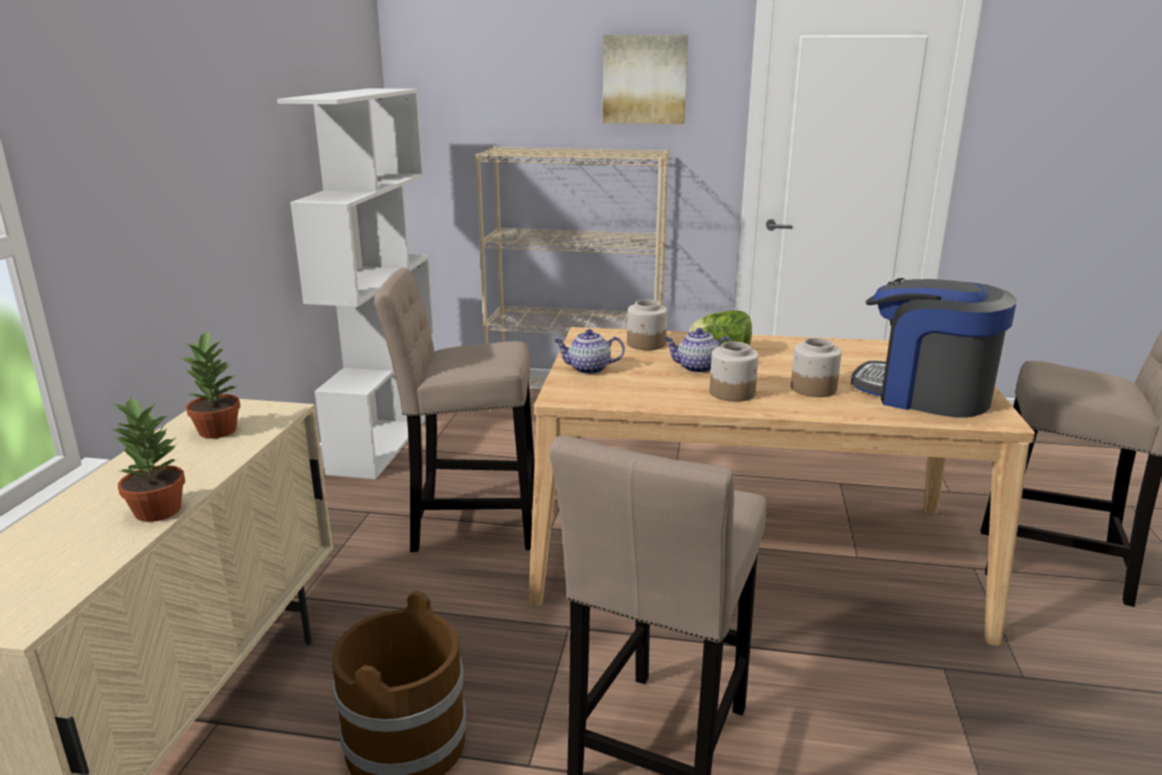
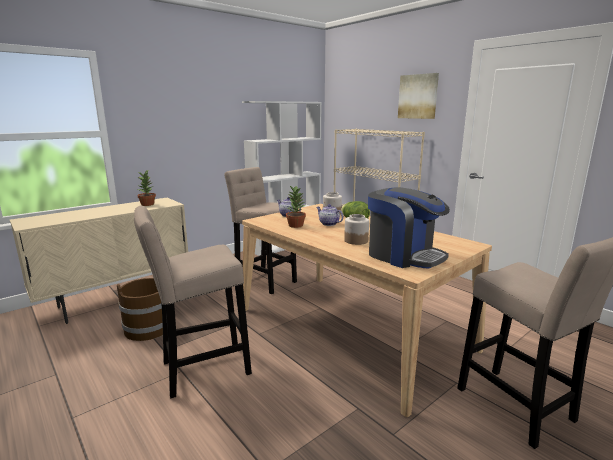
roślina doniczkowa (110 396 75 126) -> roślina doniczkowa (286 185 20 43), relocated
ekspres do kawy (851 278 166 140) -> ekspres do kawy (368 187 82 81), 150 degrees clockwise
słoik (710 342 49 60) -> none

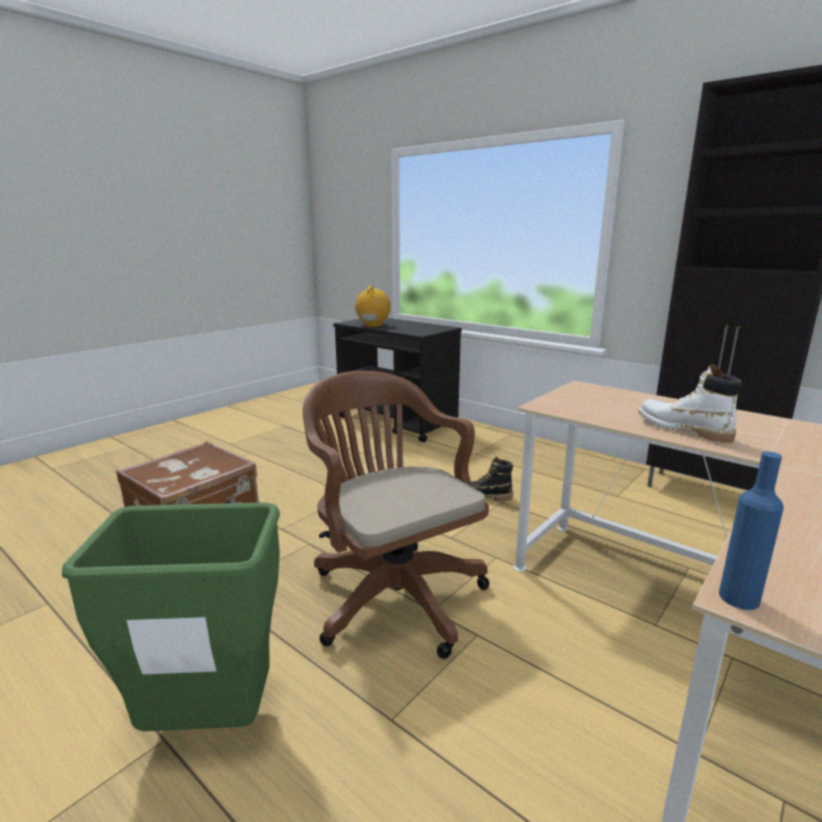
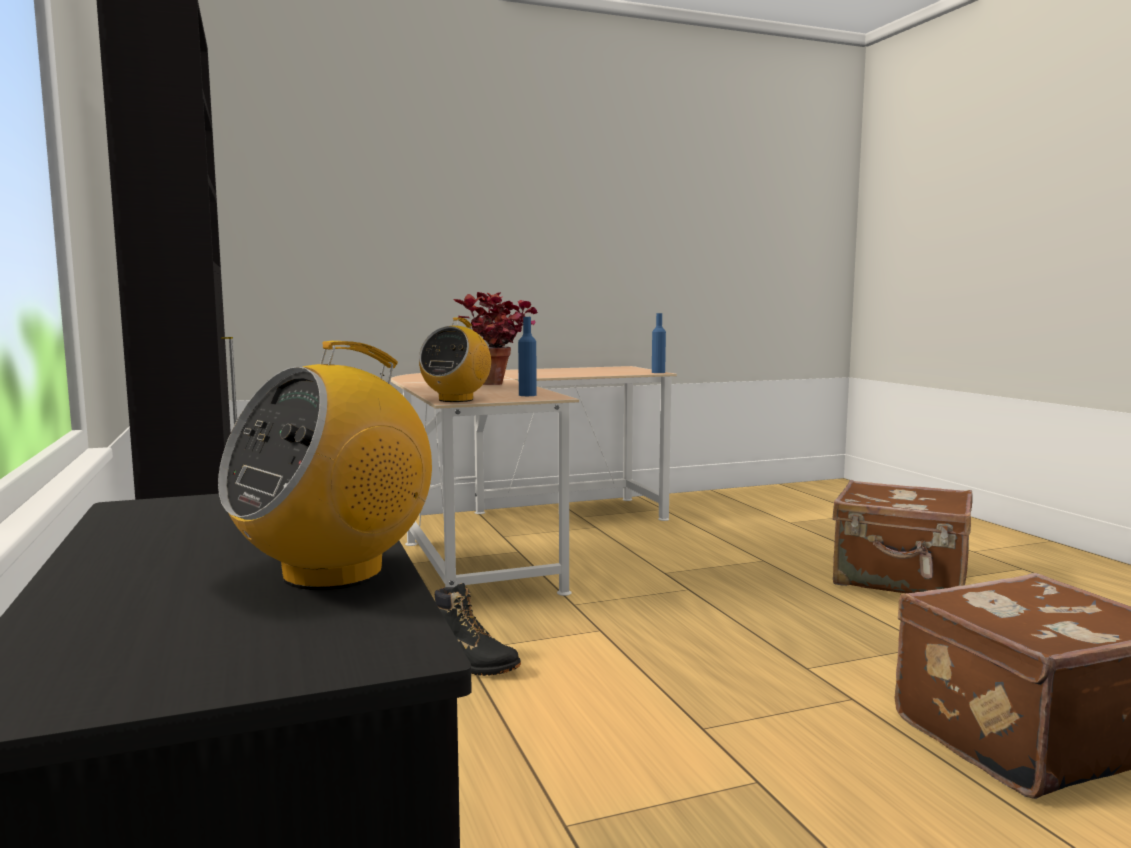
none -> radio (419 318 72 84)
but z cholewką (biały) (638 364 104 79) -> roślina doniczkowa (453 292 85 93)
none -> butelka (niebieski) (518 317 19 79)
kosz na śmieci (zielony) (62 502 218 229) -> walizka (brązowy) (832 480 140 113)
krzesło biurowe (brązowy) (303 371 187 288) -> none

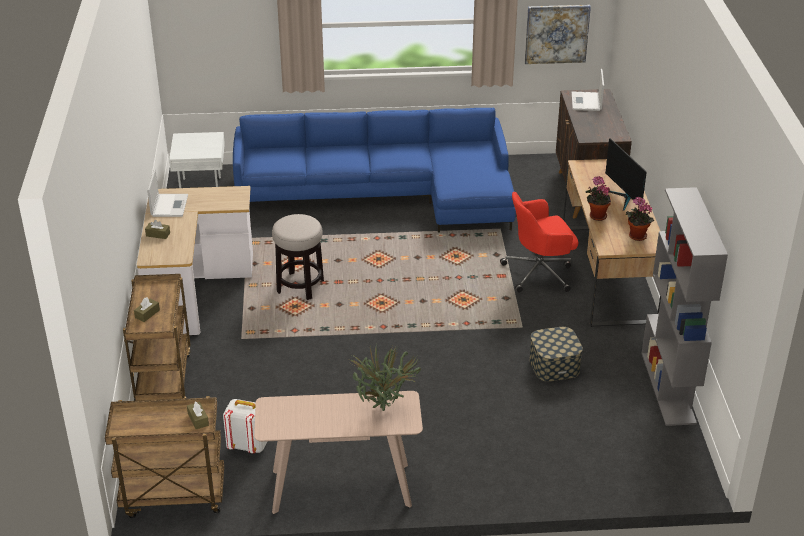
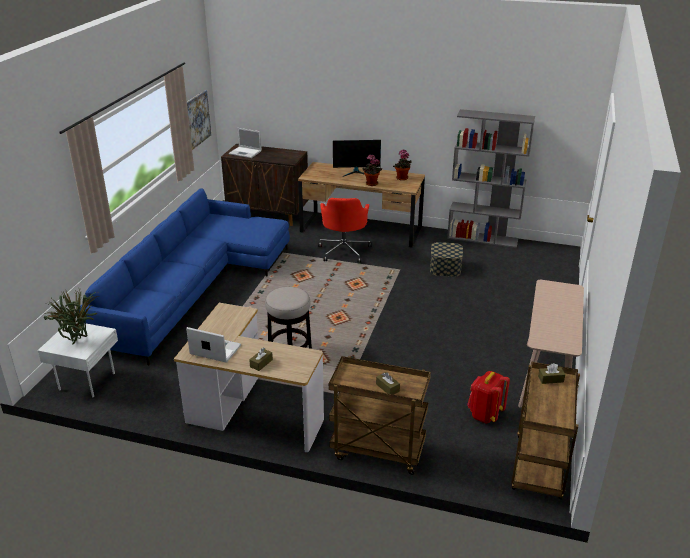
roślina doniczkowa (348 345 73 66) -> roślina doniczkowa (44 289 54 55), relocated
plecak (biały) (223 399 44 54) -> plecak (czerwony) (467 371 43 53)

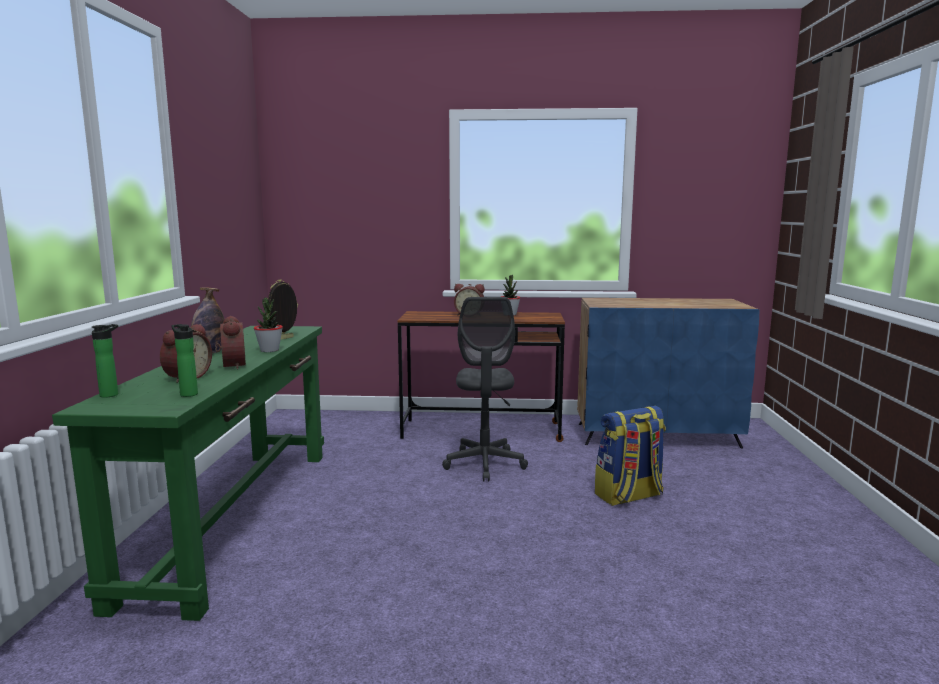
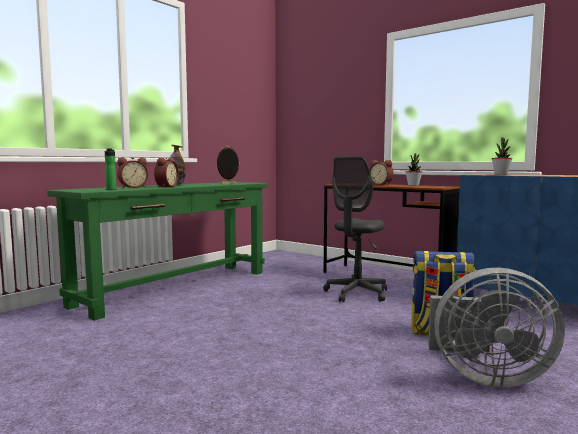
none -> wentylator (szary) (428 268 137 119)
roślina doniczkowa (254 297 29 55) -> roślina doniczkowa (492 137 20 38), relocated
butelka (91 324 27 74) -> none

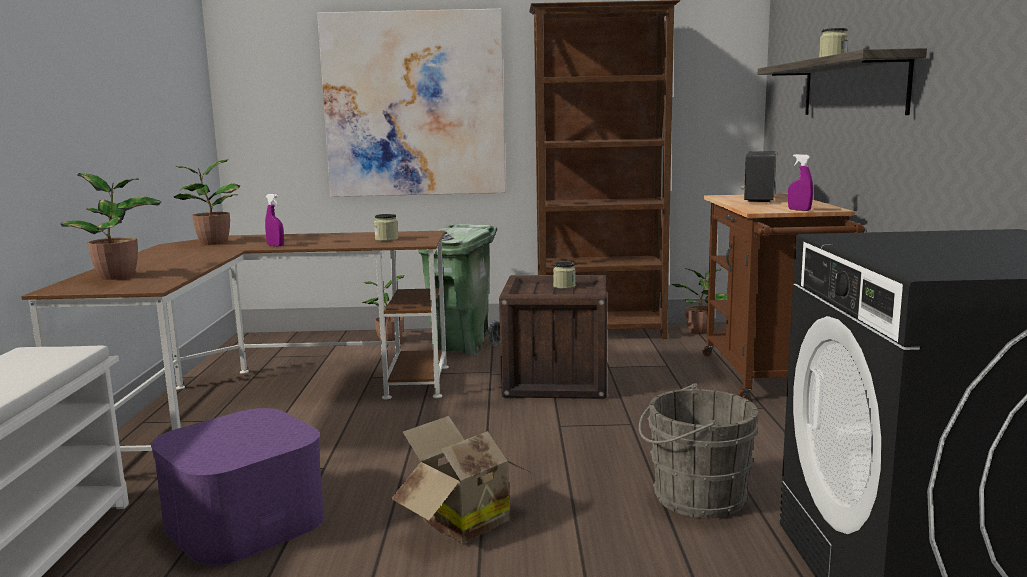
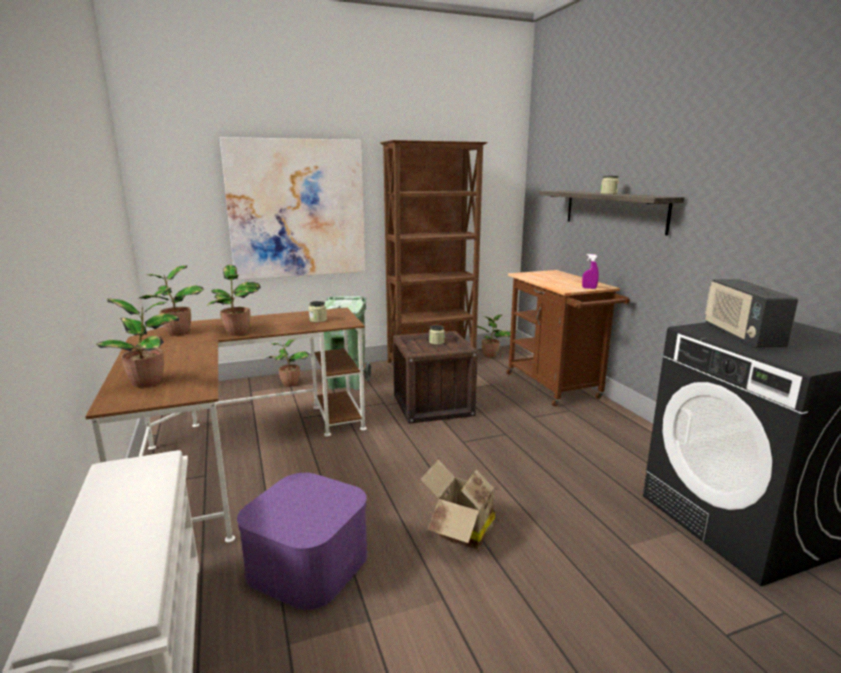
spryskiwacz (fioletowy) (265 194 19 53) -> roślina doniczkowa (206 265 54 71)
radio (741 151 35 51) -> radio (705 279 93 68), relocated
wiadro (szary) (639 384 119 134) -> none

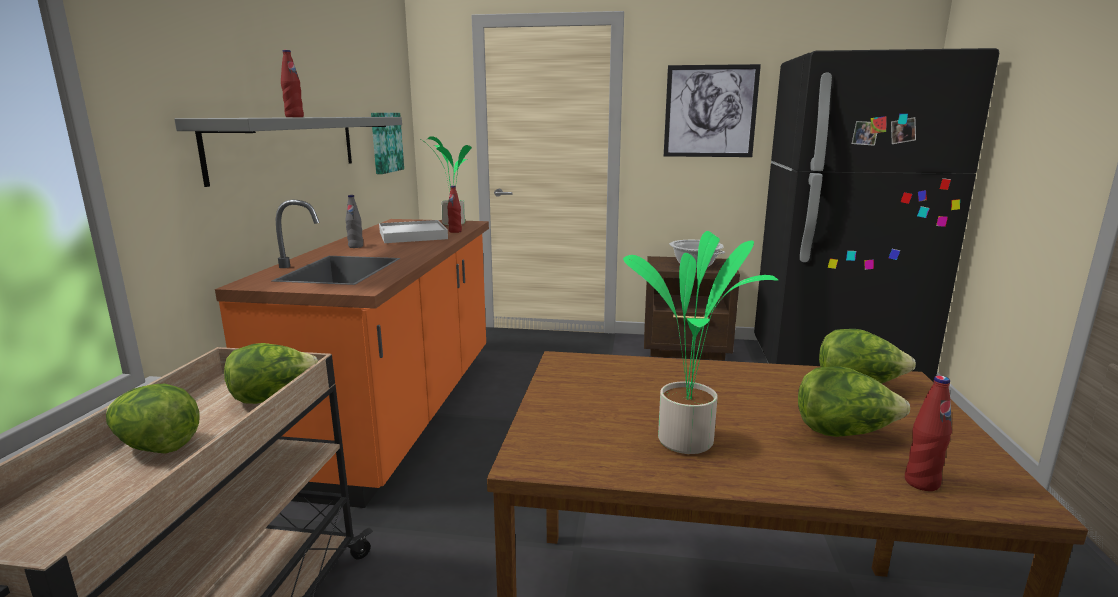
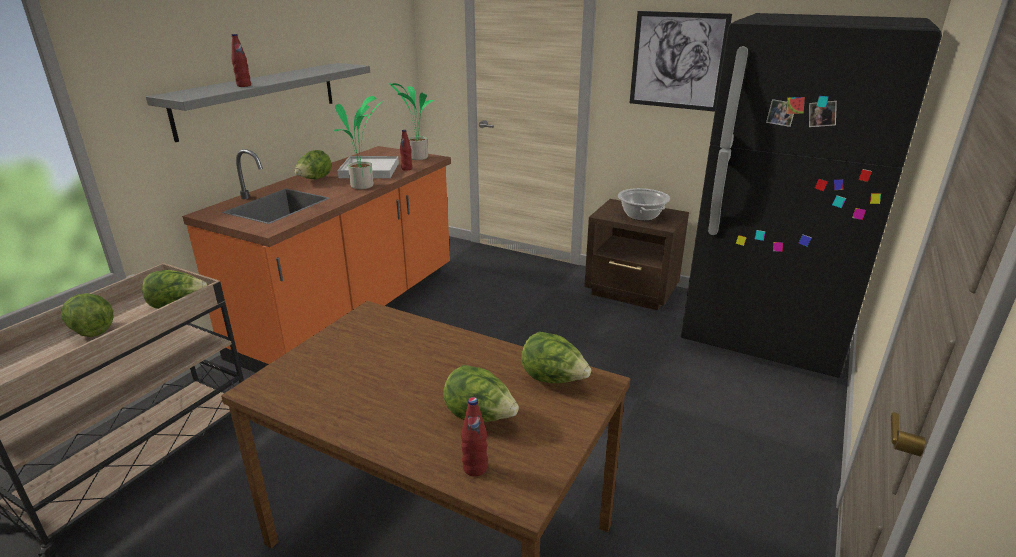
butelka (szary) (346 195 17 53) -> sałata (294 150 37 29)
roślina doniczkowa (623 231 155 223) -> roślina doniczkowa (334 96 49 93), relocated
obraz (371 113 33 61) -> none

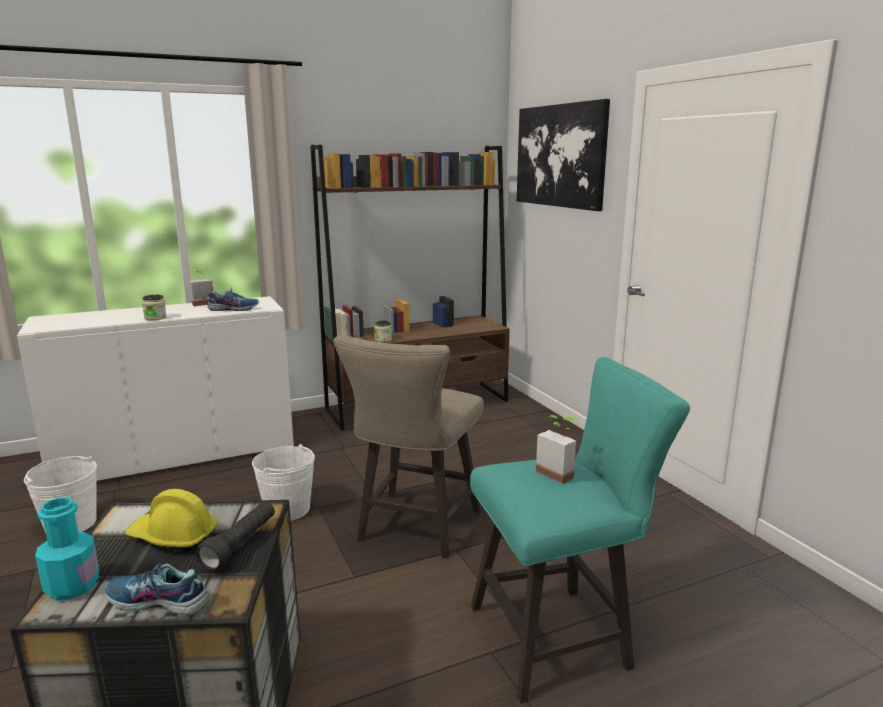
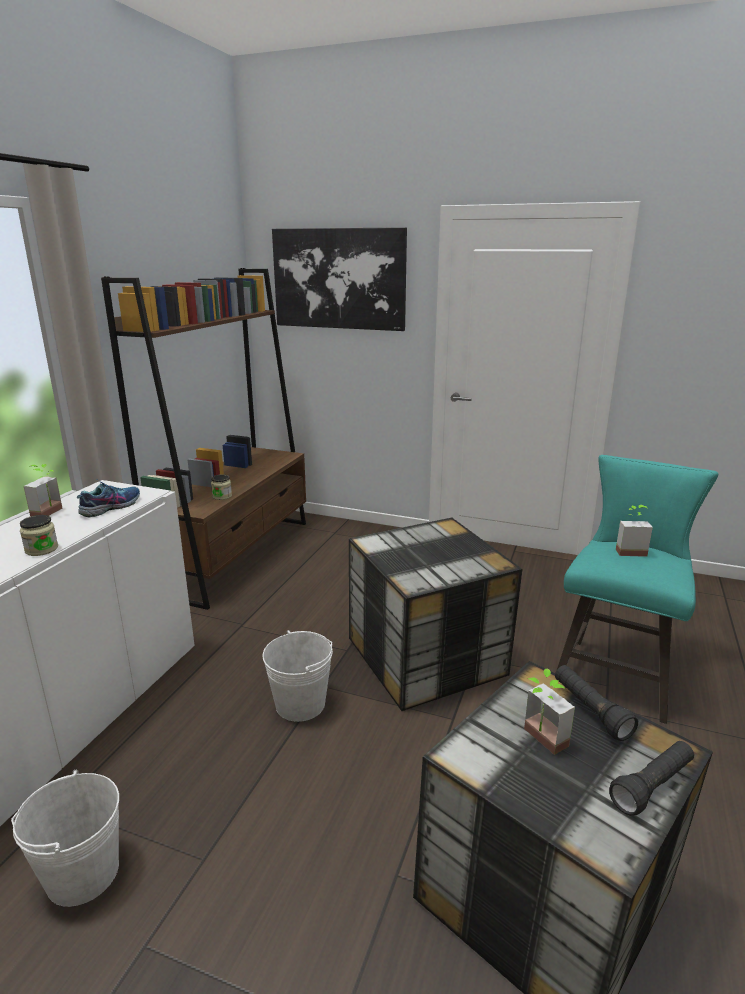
stołek (beżowy) (334 335 150 224) -> pojemnik do przechowywania (349 518 173 193)
kask (żółty) (126 489 92 63) -> roślina doniczkowa (524 669 51 86)
but (105 564 105 51) -> latarka (czarny) (609 741 85 75)
butelka (turkusowy) (35 497 64 103) -> none

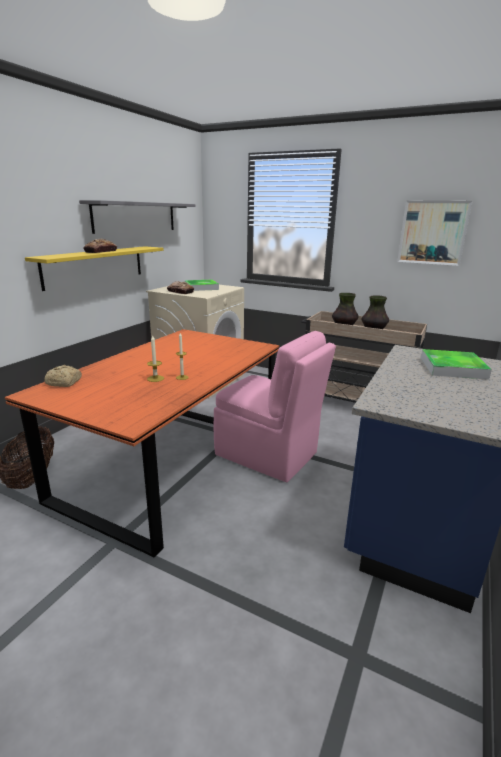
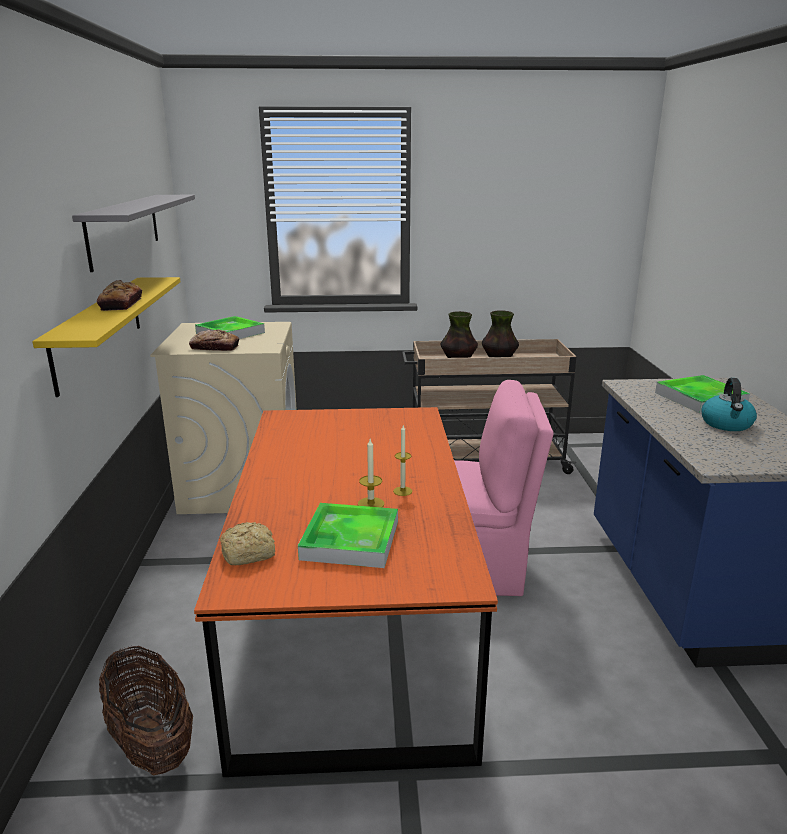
none -> taca (298 503 100 65)
none -> czajnik (701 378 56 53)
obraz (397 200 75 66) -> none

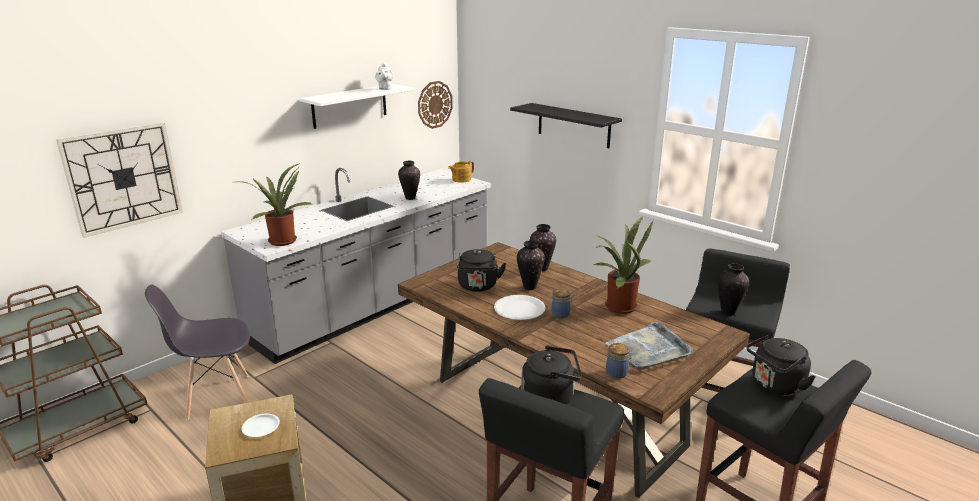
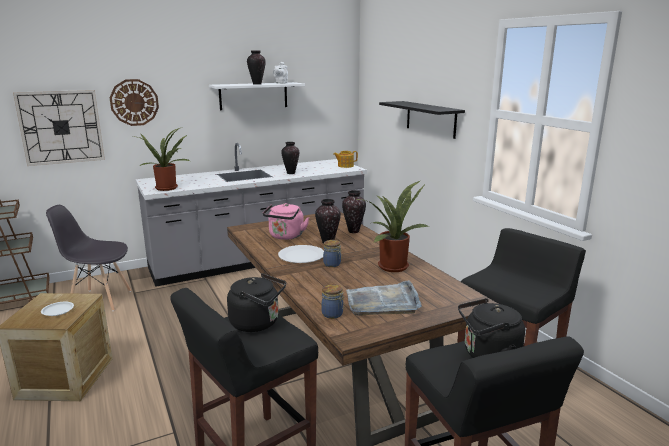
zegar ścienny (418 81 35 48) -> zegar ścienny (109 79 50 47), relocated
wazon (718 263 31 53) -> wazon (247 51 19 34), relocated
czajnik (czarny) (457 249 49 43) -> czajnik (różowy) (263 203 46 37)

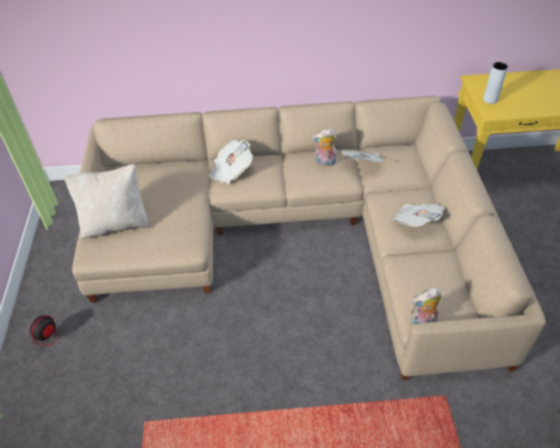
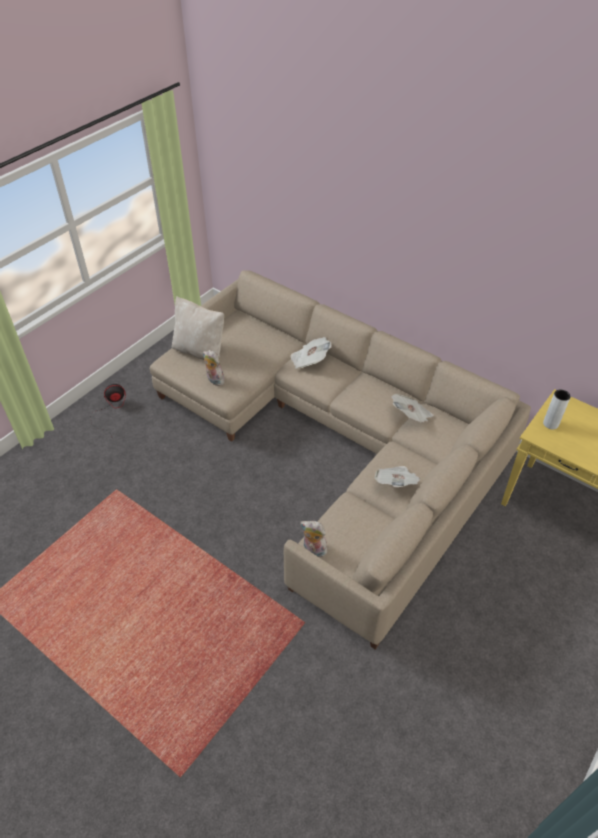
pluszak (312 129 25 37) -> pluszak (203 350 21 36), relocated

